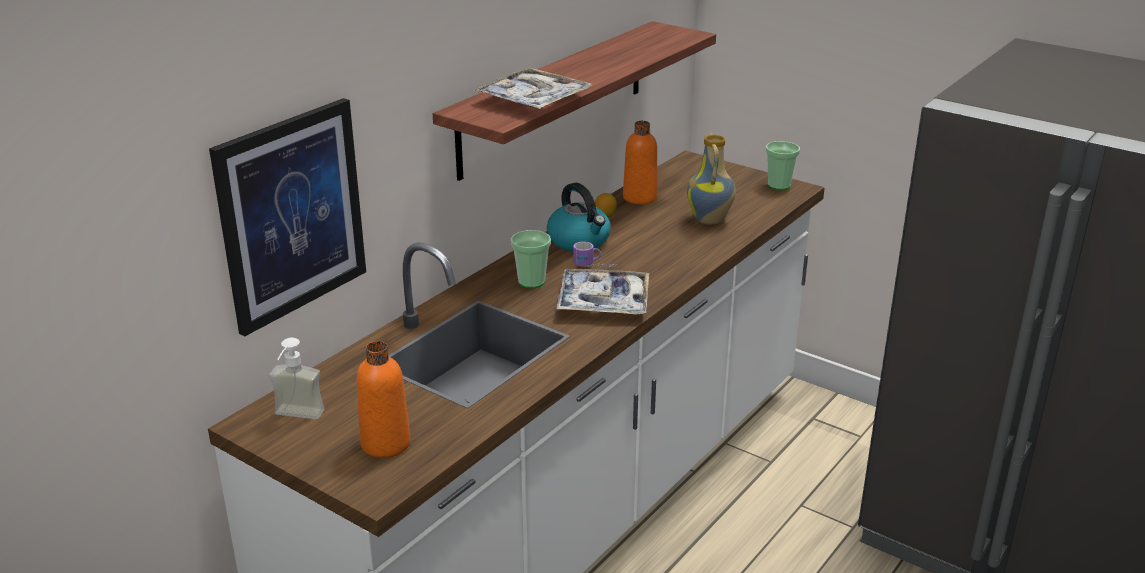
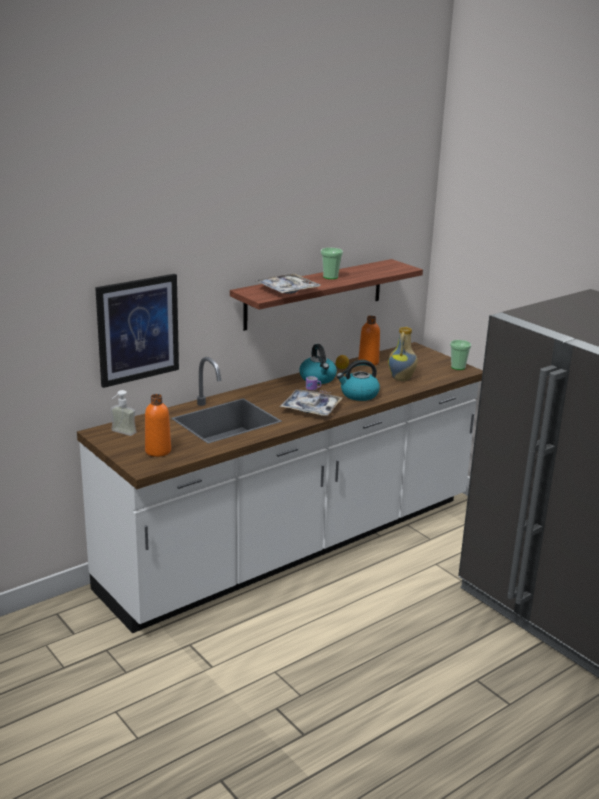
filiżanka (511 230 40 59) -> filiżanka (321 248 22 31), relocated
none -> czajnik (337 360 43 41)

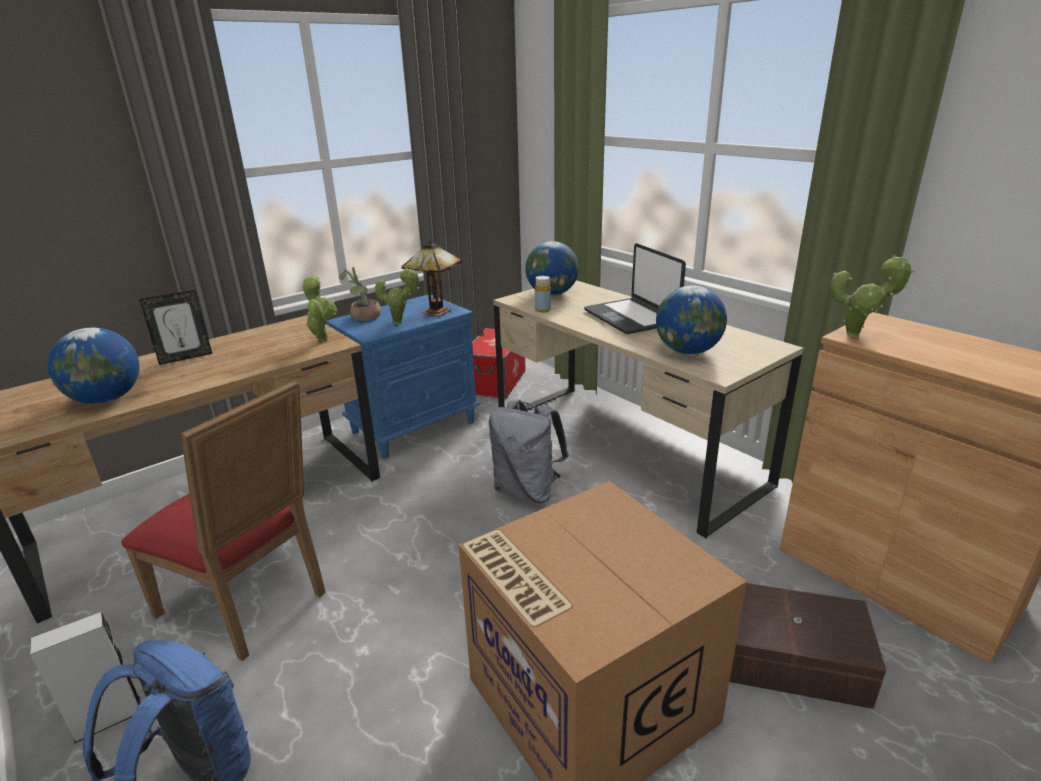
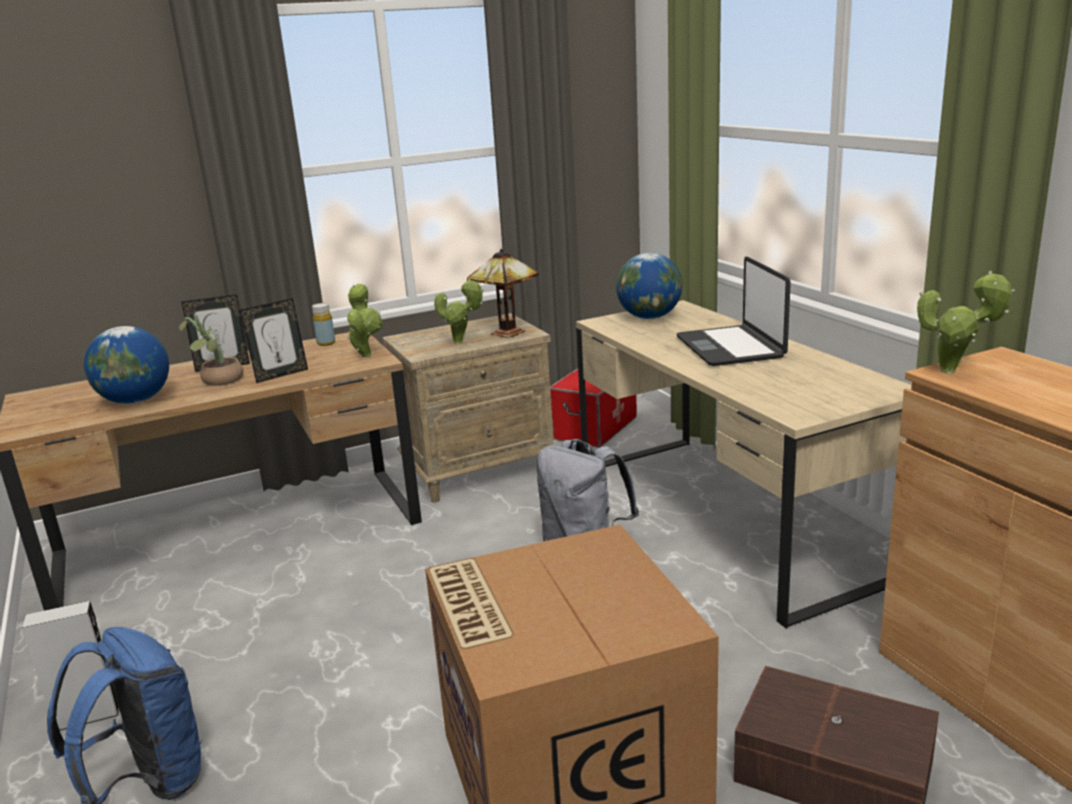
roślina doniczkowa (339 267 42 54) -> roślina doniczkowa (179 314 64 72), relocated
none -> ramka na zdjęcie (240 298 68 85)
butelka (żółty) (535 276 16 37) -> butelka (żółty) (312 303 23 43), relocated
szafka nocna (niebieski) (326 295 155 164) -> szafka nocna (beżowy) (383 313 171 190)
krzesło (czerwony) (121 380 205 281) -> none
globus (656 285 71 70) -> none

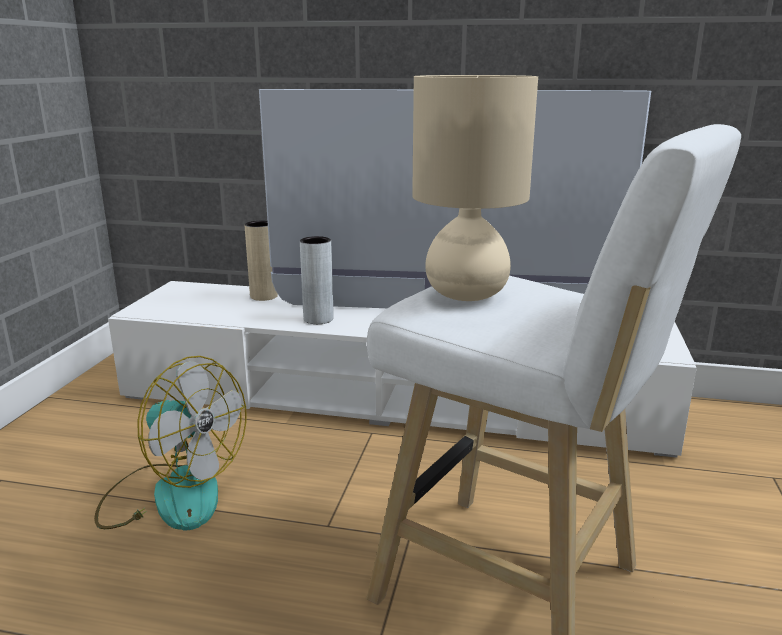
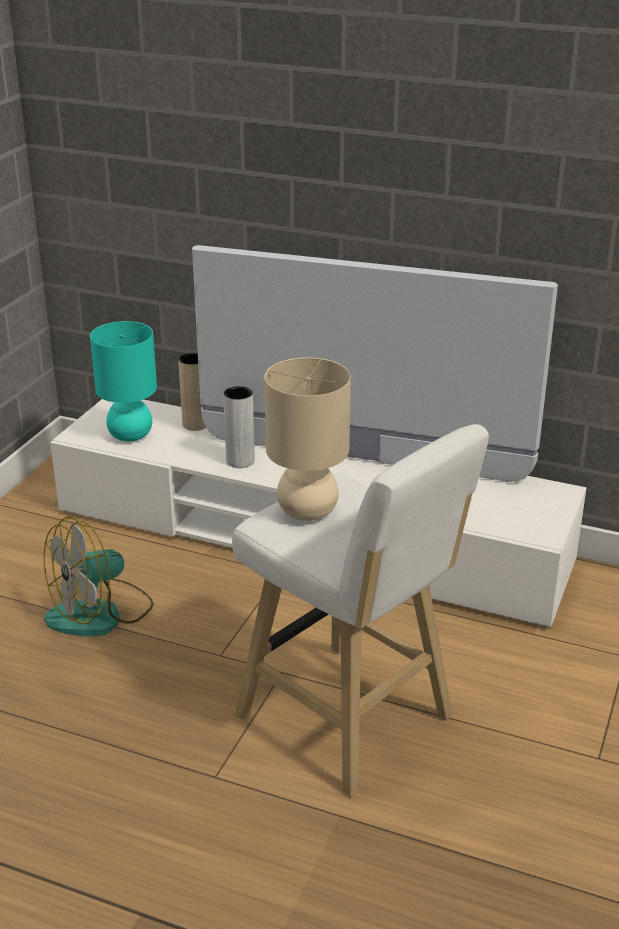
wentylator (94 356 153 175) -> wentylator (44 517 109 119), 105 degrees clockwise
none -> lampa stołowa (turkusowy) (90 321 67 121)

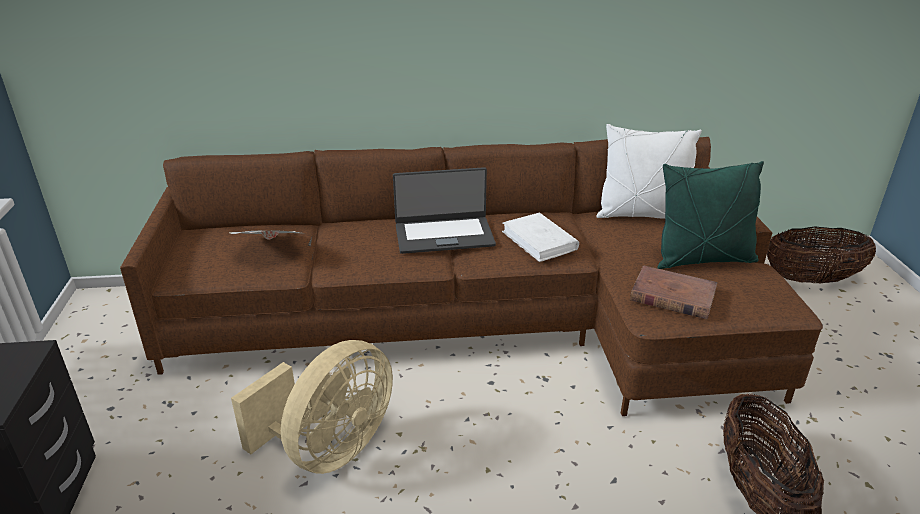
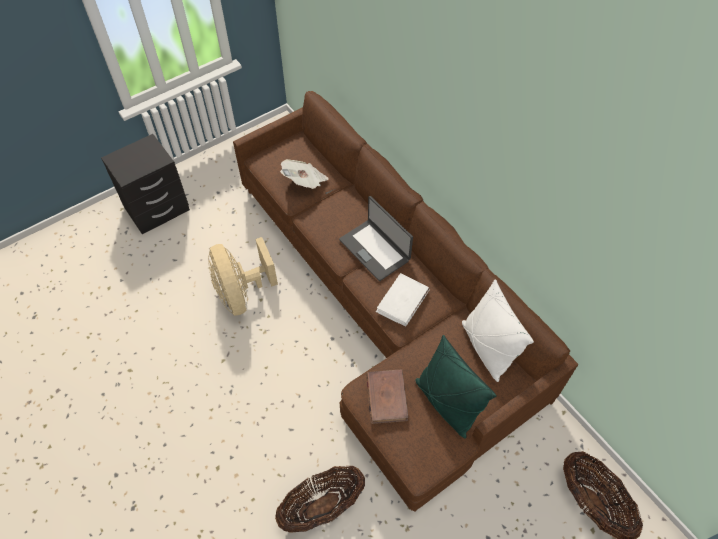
wentylator (beżowy) (231 340 162 134) -> wentylator (beżowy) (208 237 70 79), 60 degrees clockwise

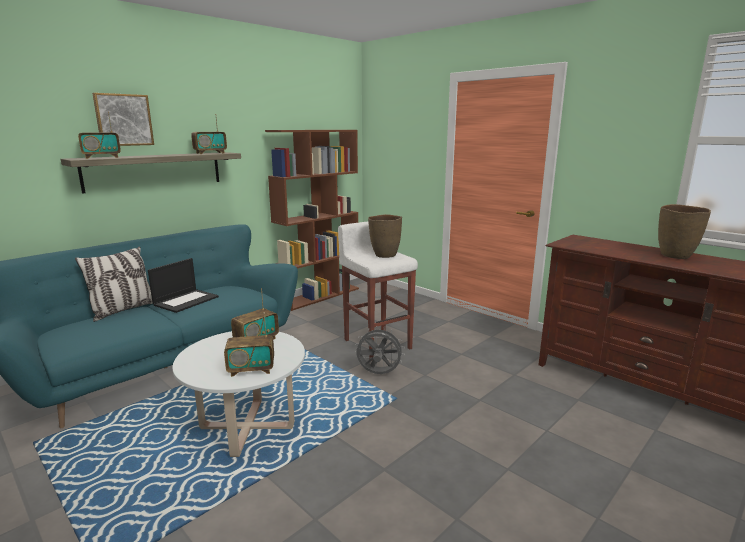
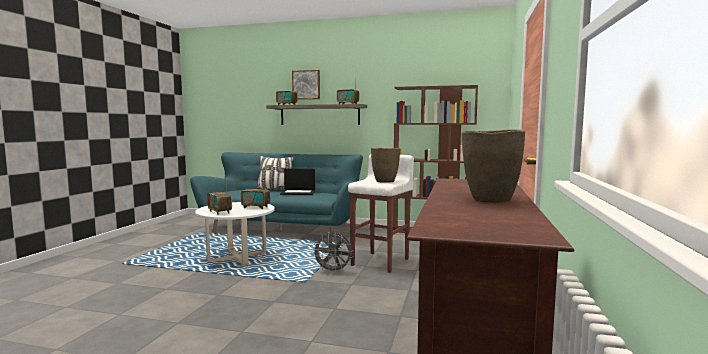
wentylator (szary) (355 326 50 48) -> wentylator (szary) (312 232 41 42), 120 degrees clockwise

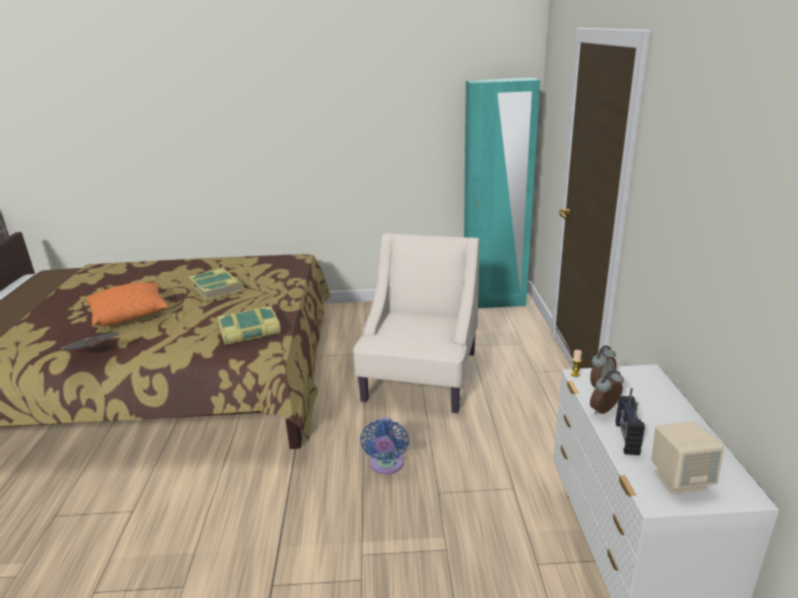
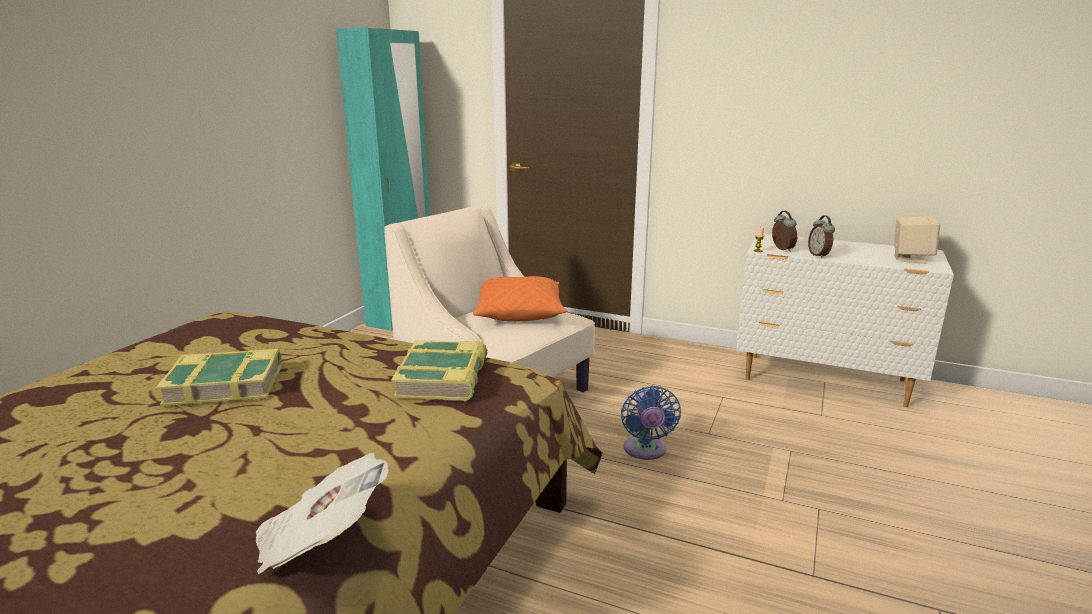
poduszka (pomarańczowy) (86 282 83 44) -> poduszka (pomarańczowy) (473 276 94 46), relocated
wentylator (niebieski) (360 417 49 57) -> wentylator (niebieski) (621 386 60 74), 60 degrees clockwise
radio (615 388 30 67) -> none

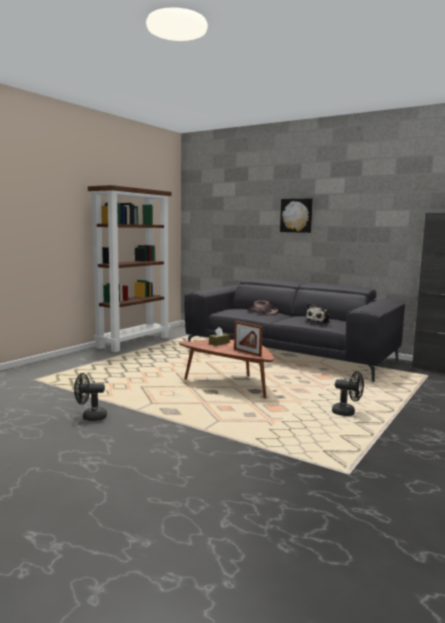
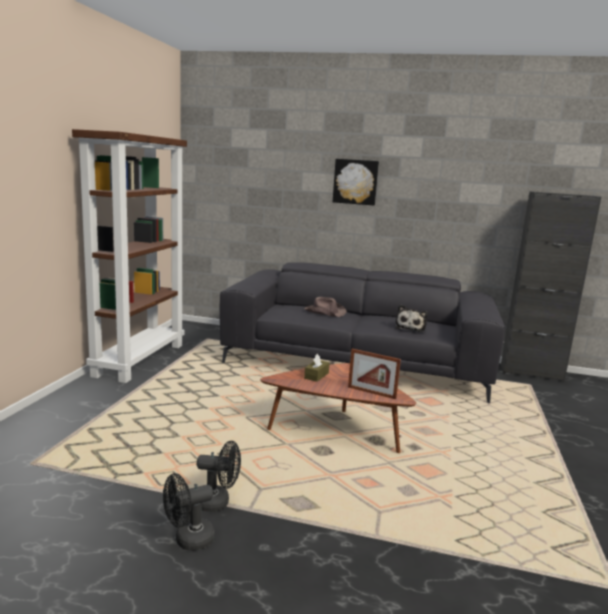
wentylator (czarny) (332 372 32 44) -> wentylator (czarny) (197 441 44 71), relocated

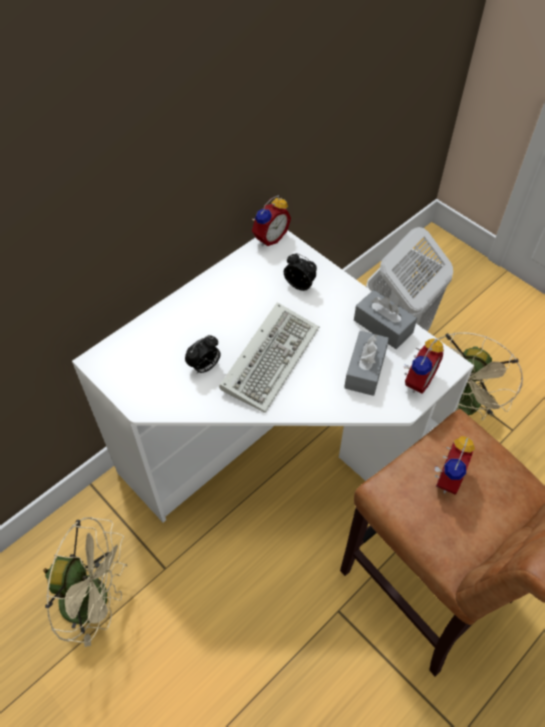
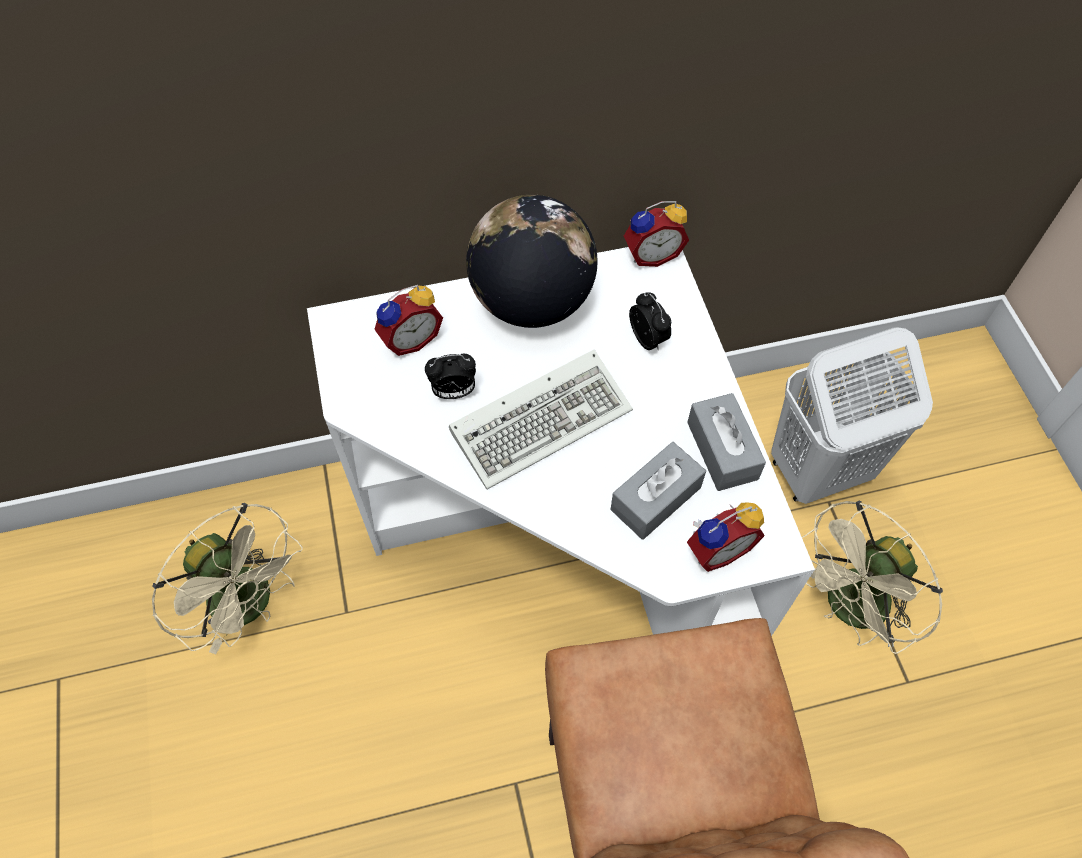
budzik (434 436 41 58) -> budzik (374 285 69 71), relocated
none -> globus (466 195 132 133)

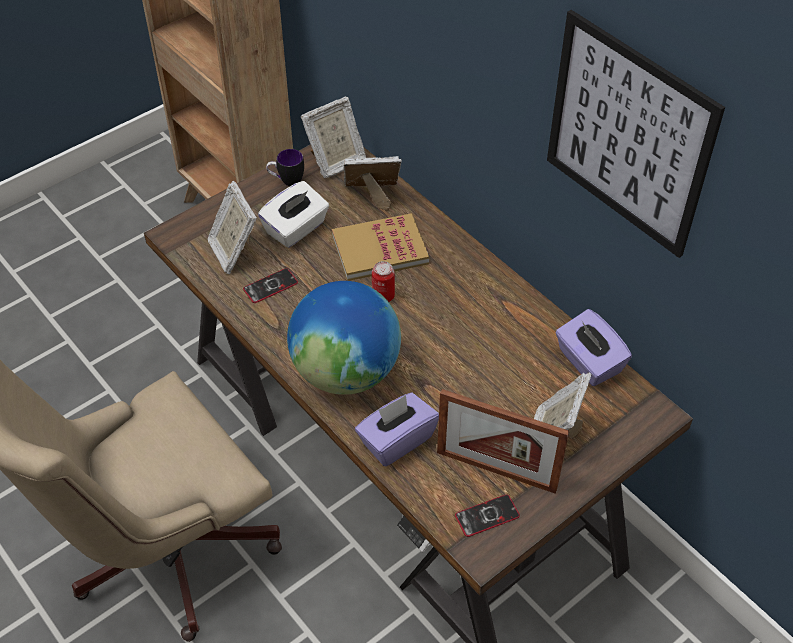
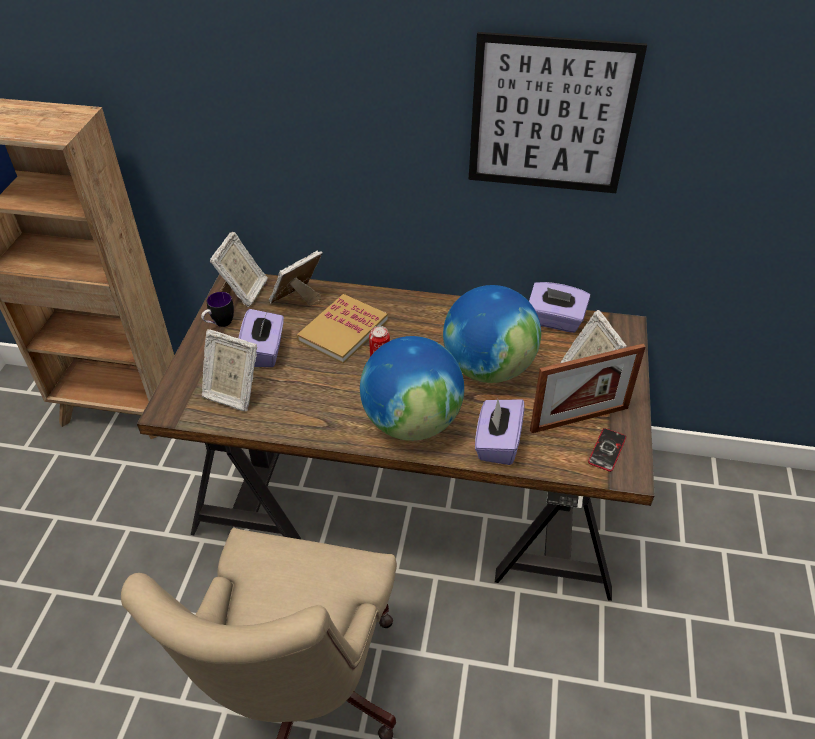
pudełko chusteczek (biały) (258 181 71 67) -> pudełko chusteczek (fioletowy) (239 309 45 58)
none -> globus (443 285 98 98)
telefon (243 268 55 35) -> none

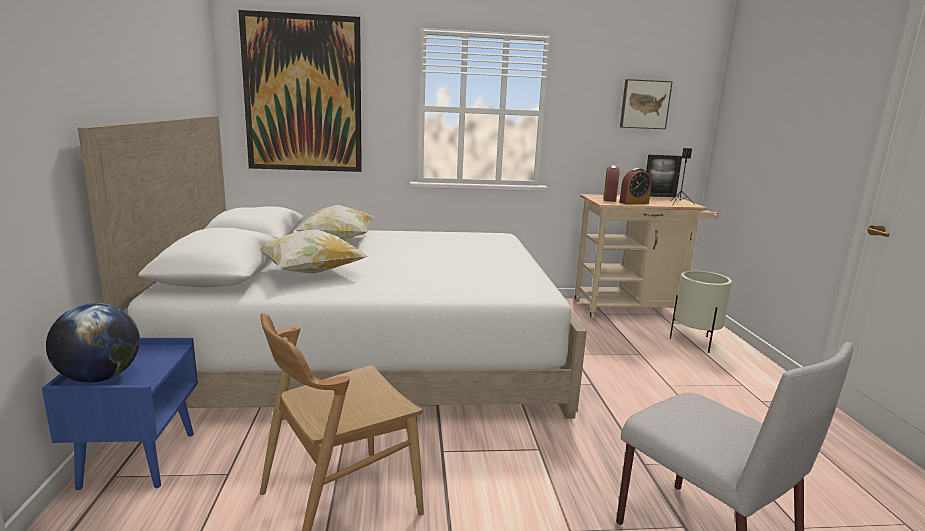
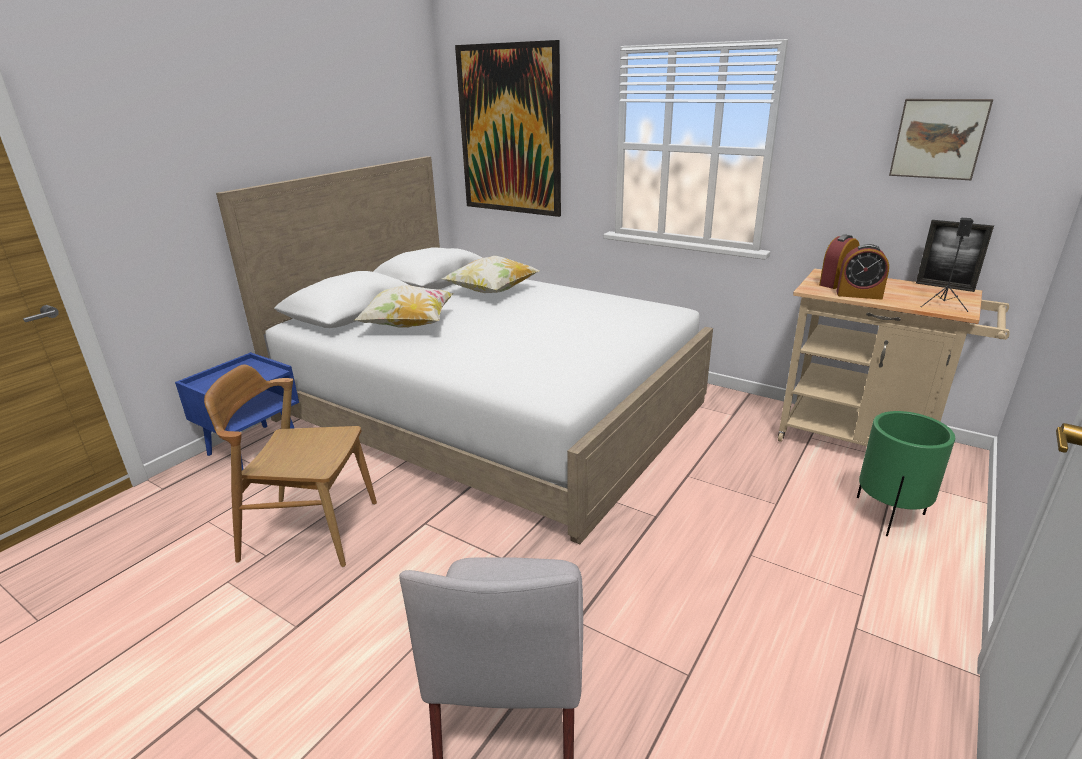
donica (beżowy) (670 270 62 83) -> donica (zielony) (857 411 98 126)
globus (46 303 94 80) -> none

